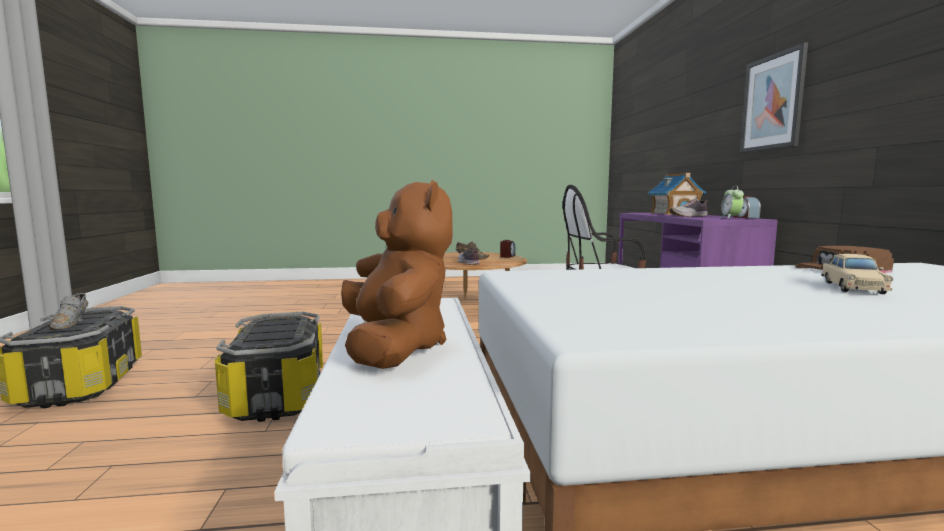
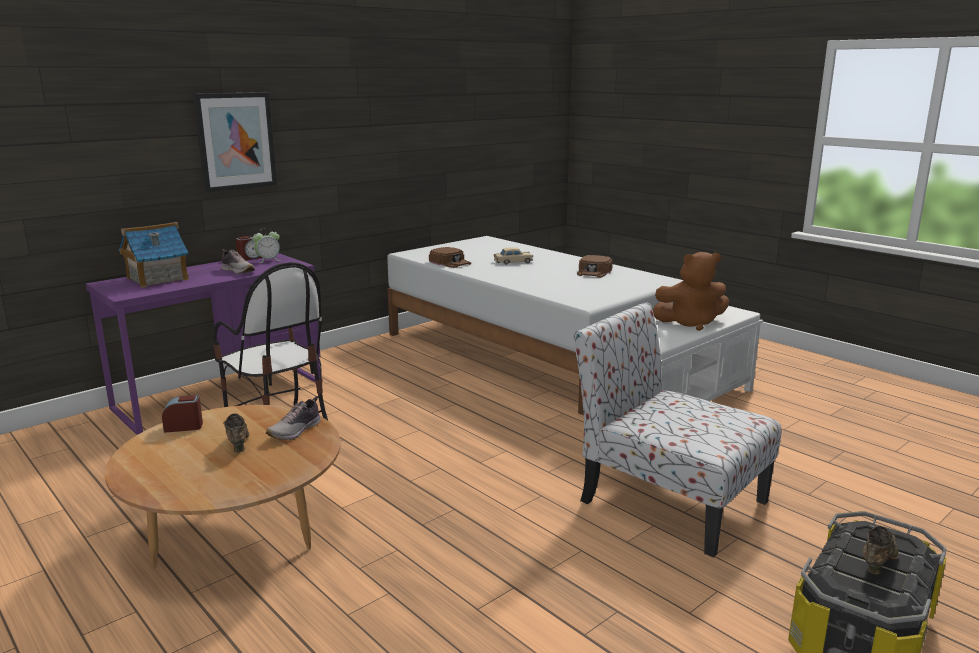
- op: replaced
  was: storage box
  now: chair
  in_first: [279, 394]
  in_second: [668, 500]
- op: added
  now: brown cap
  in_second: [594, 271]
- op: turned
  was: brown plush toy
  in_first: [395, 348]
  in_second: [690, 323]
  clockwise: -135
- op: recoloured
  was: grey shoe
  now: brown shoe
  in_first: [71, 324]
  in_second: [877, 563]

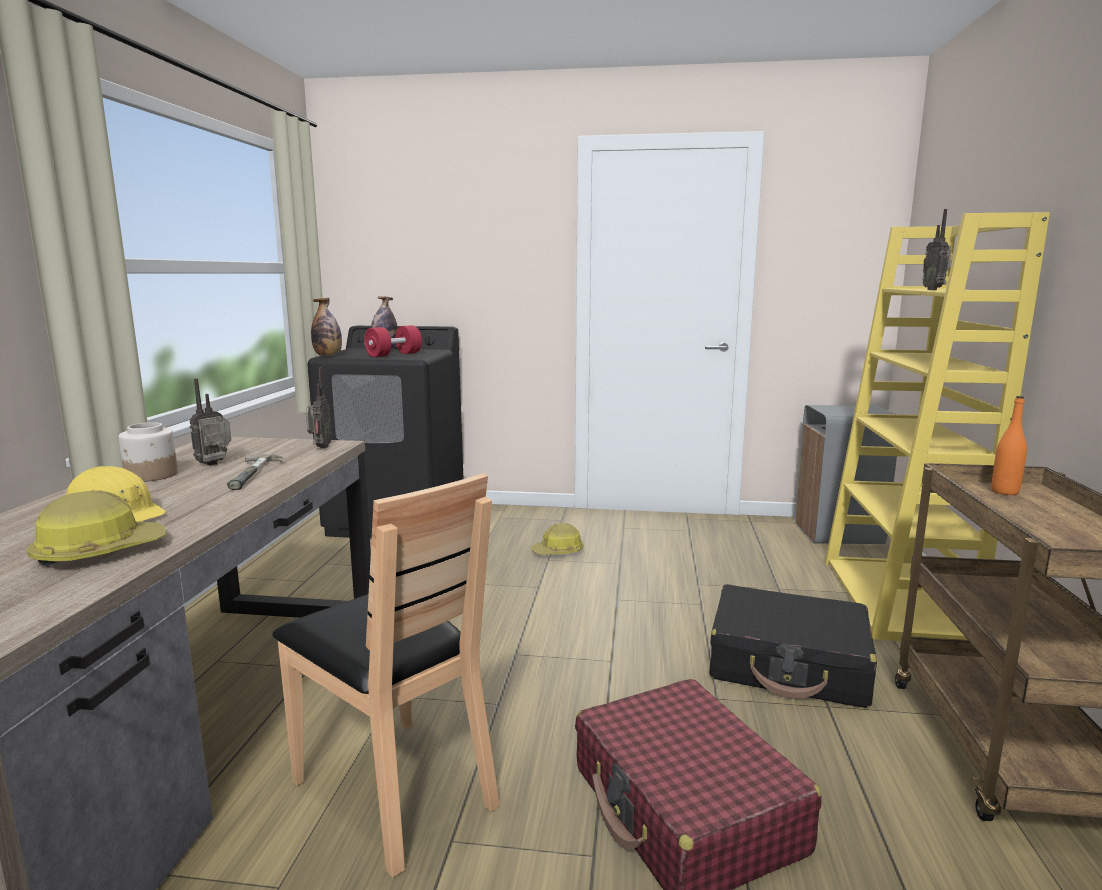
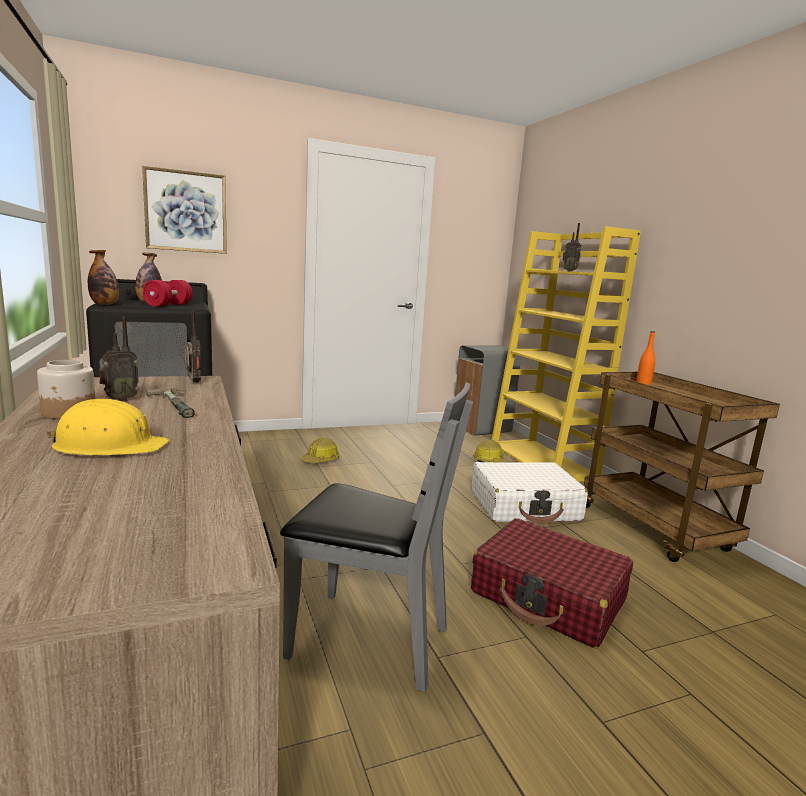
- op: turned
  was: radio
  in_first: [216, 464]
  in_second: [119, 400]
  clockwise: -135
- op: added
  now: picture
  in_second: [186, 211]
- op: recoloured
  was: brown chair
  now: grey chair
  in_first: [395, 790]
  in_second: [368, 639]
- op: recoloured
  was: black suitcase
  now: white suitcase
  in_first: [789, 665]
  in_second: [525, 506]
- op: moved
  was: hard hat
  in_first: [99, 552]
  in_second: [489, 460]

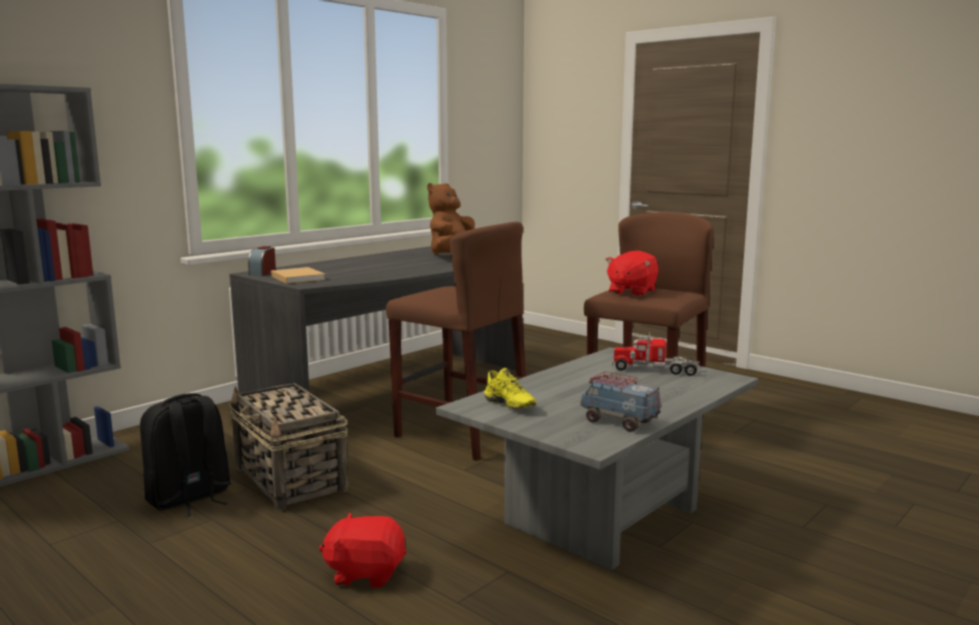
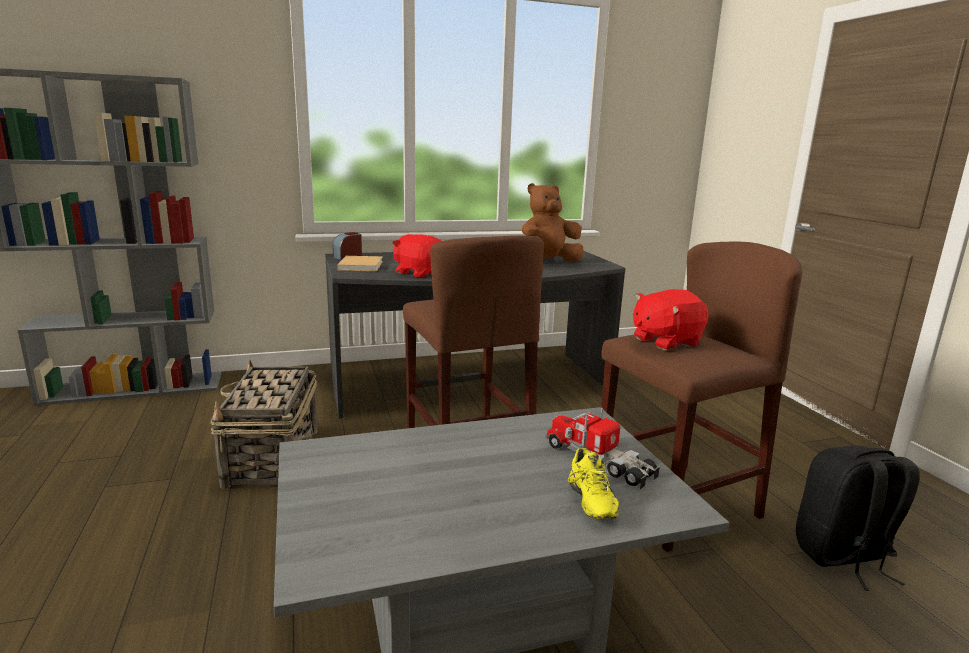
- op: moved
  was: red plush toy
  in_first: [365, 573]
  in_second: [419, 273]
- op: moved
  was: yellow shoe
  in_first: [507, 406]
  in_second: [588, 503]
- op: moved
  was: black backpack
  in_first: [189, 498]
  in_second: [843, 556]
- op: removed
  was: toy truck
  in_first: [618, 422]

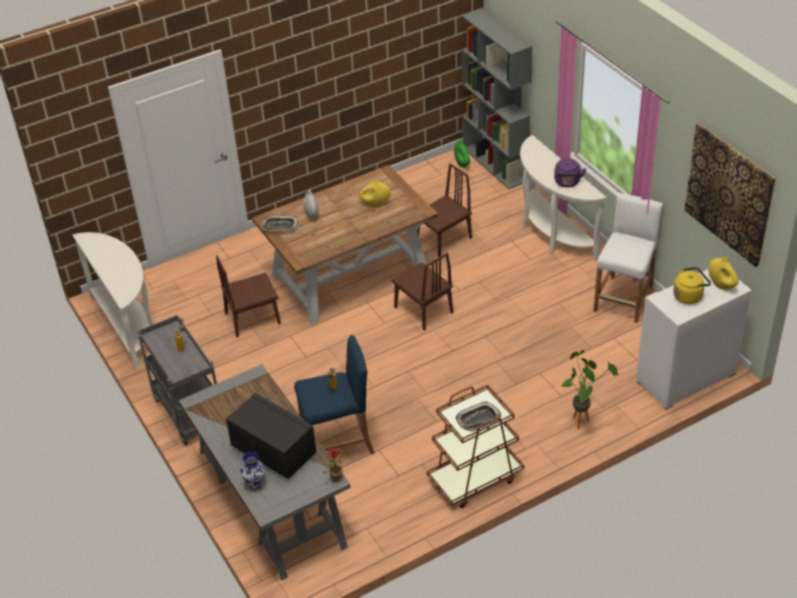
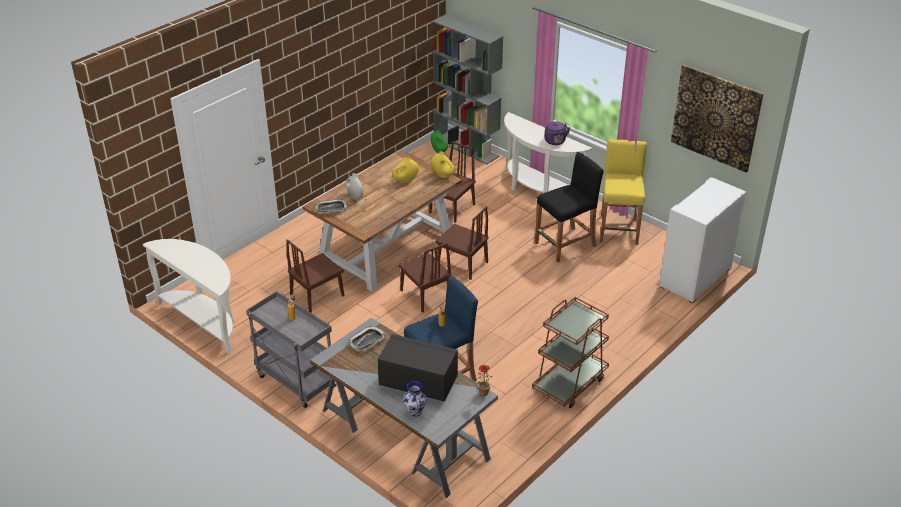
- op: moved
  was: tray
  in_first: [478, 419]
  in_second: [367, 341]
- op: added
  now: brown chair
  in_second: [425, 295]
- op: moved
  was: yellow vase
  in_first: [721, 285]
  in_second: [443, 175]
- op: added
  now: black stool
  in_second: [565, 245]
- op: recoloured
  was: white stool
  now: yellow stool
  in_first: [624, 299]
  in_second: [619, 229]
- op: removed
  was: potted plant
  in_first: [582, 419]
- op: removed
  was: yellow kettle
  in_first: [689, 296]

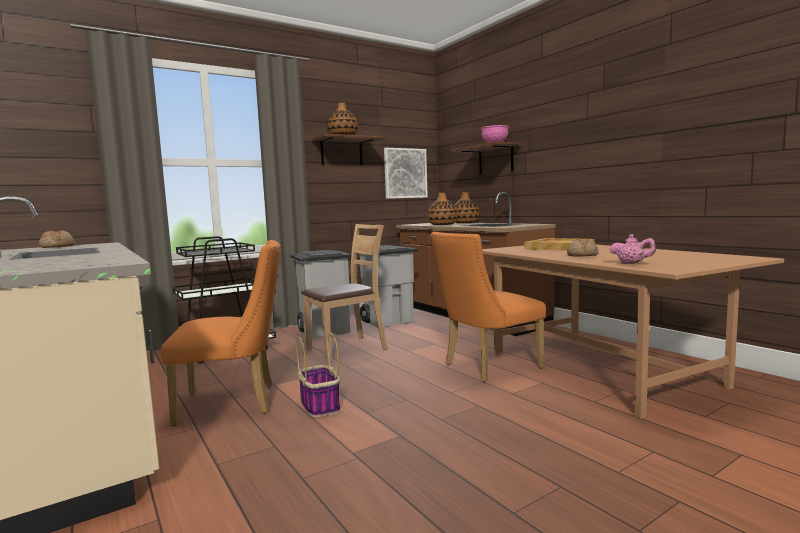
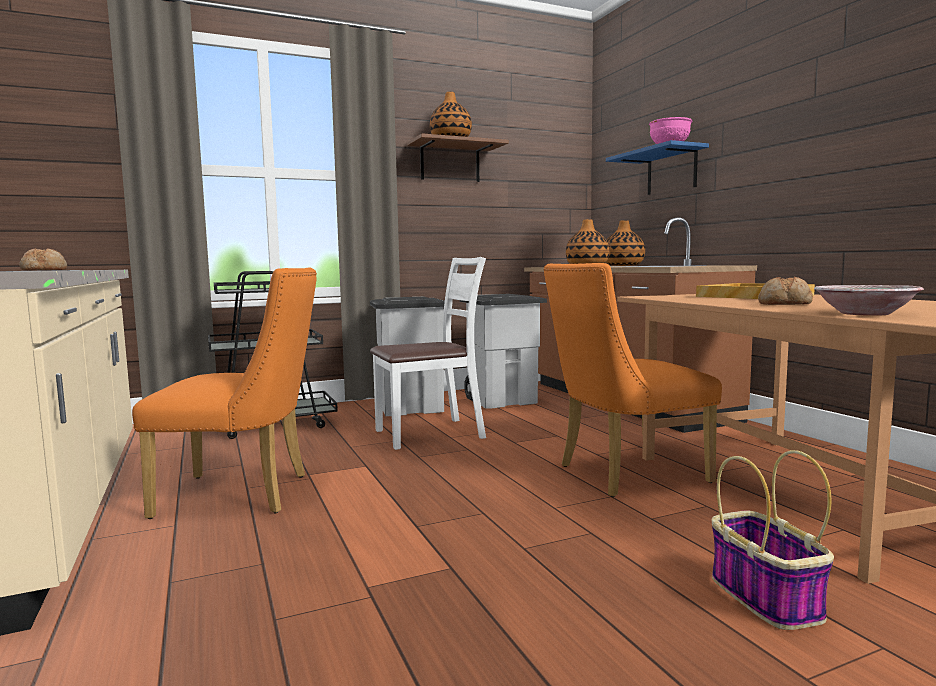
- op: recoloured
  was: brown chair
  now: white chair
  in_first: [347, 349]
  in_second: [430, 433]
- op: recoloured
  was: brown shelf
  now: blue shelf
  in_first: [496, 159]
  in_second: [671, 171]
- op: moved
  was: basket
  in_first: [319, 405]
  in_second: [763, 596]
- op: replaced
  was: pink teapot
  now: bowl
  in_first: [631, 263]
  in_second: [866, 313]
- op: removed
  was: picture
  in_first: [405, 173]

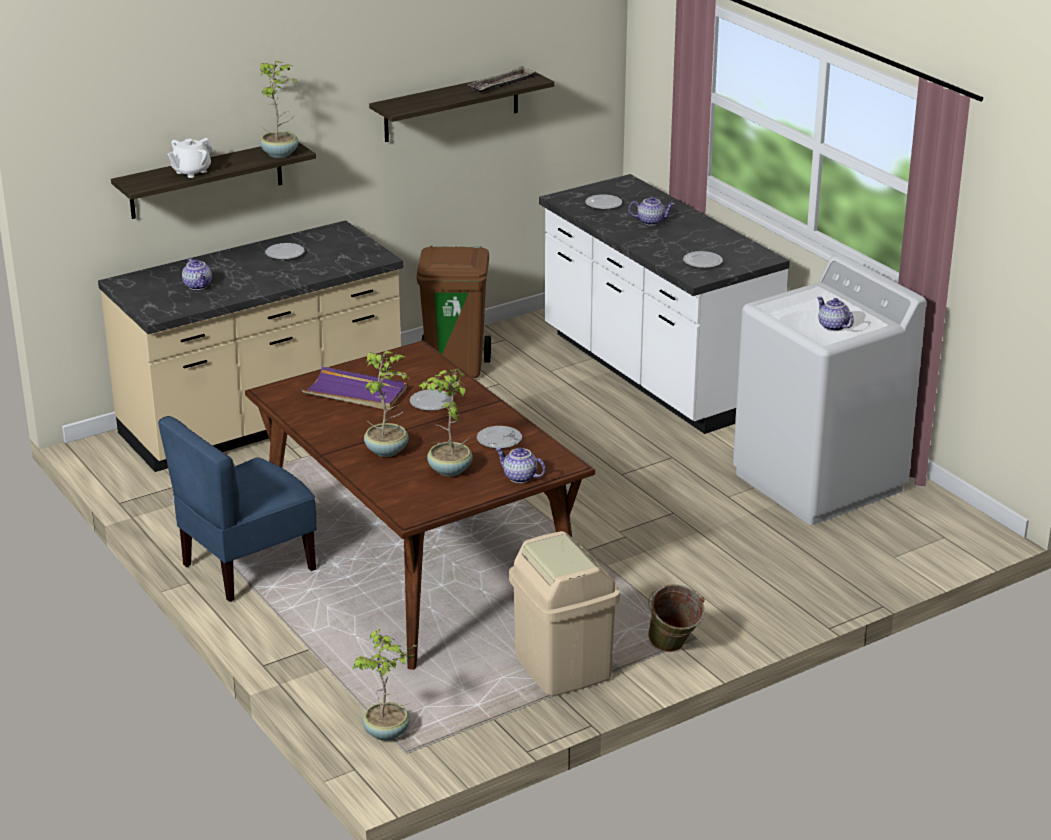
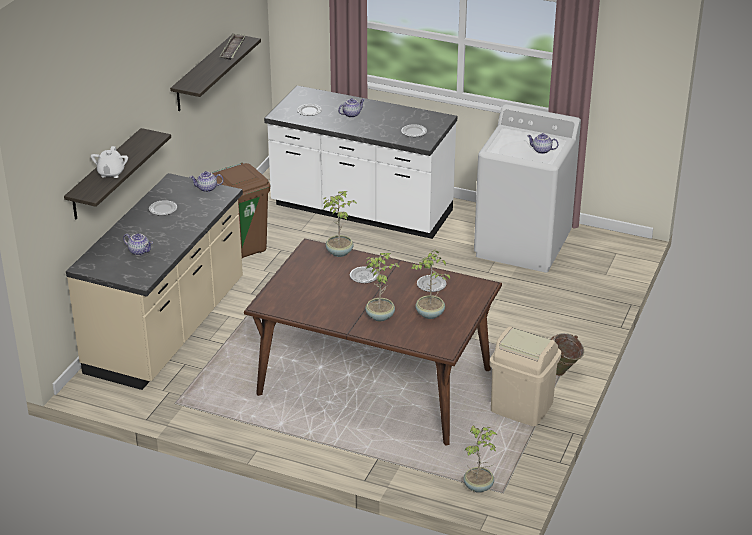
- op: moved
  was: teapot
  in_first: [519, 477]
  in_second: [207, 189]
- op: moved
  was: potted plant
  in_first: [281, 153]
  in_second: [340, 252]
- op: removed
  was: blue chair
  in_first: [247, 567]
- op: removed
  was: purple tray
  in_first: [355, 393]

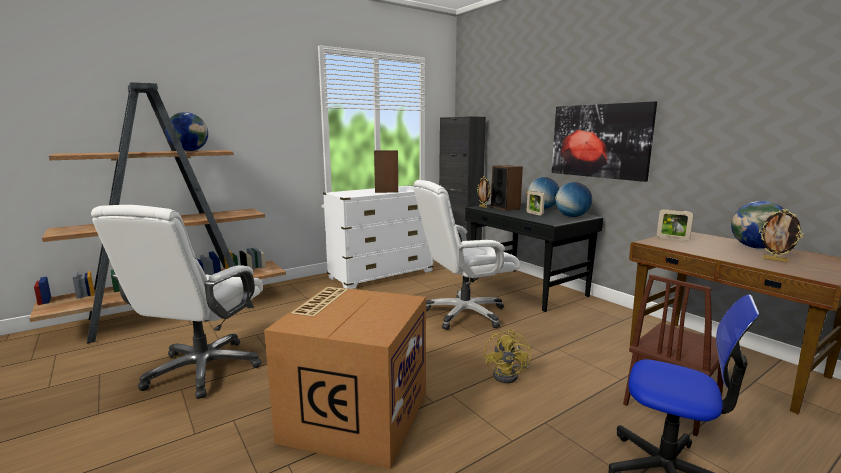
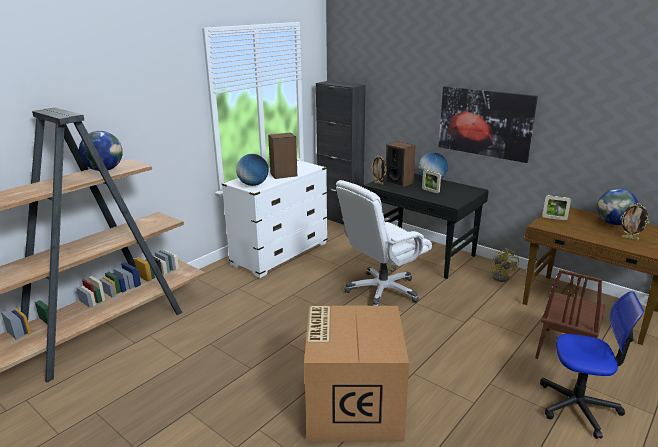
- op: moved
  was: globe
  in_first: [572, 216]
  in_second: [253, 185]
- op: moved
  was: yellow fan
  in_first: [509, 375]
  in_second: [502, 276]
- op: removed
  was: white office chair
  in_first: [203, 370]

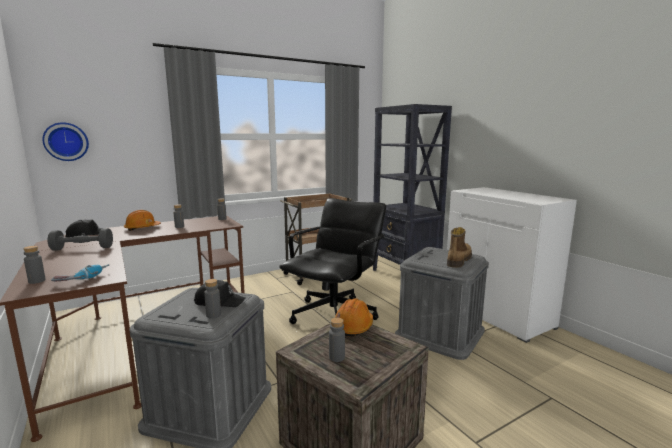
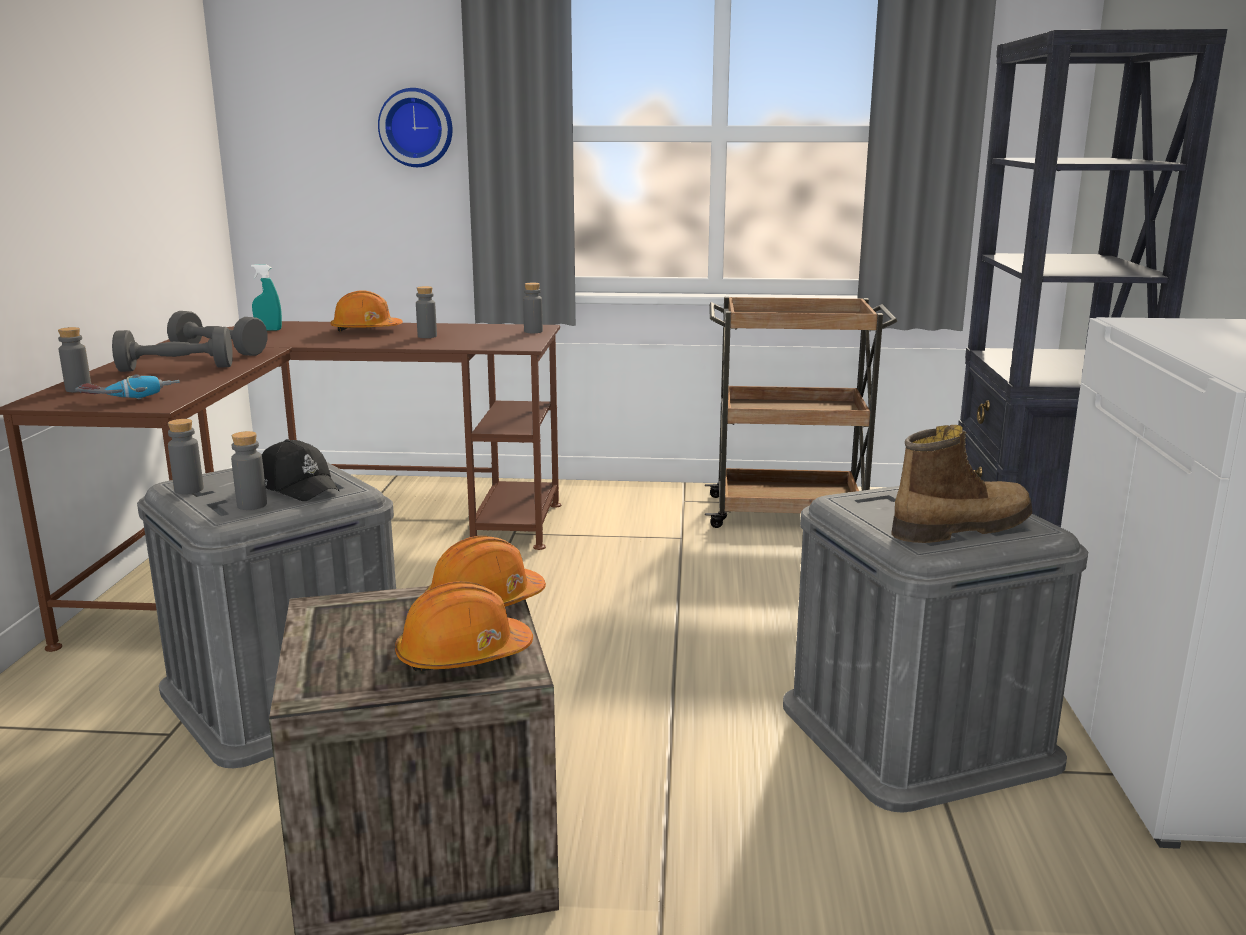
- op: added
  now: grey dumbbell
  in_second: [176, 369]
- op: moved
  was: grey bottle
  in_first: [336, 357]
  in_second: [189, 490]
- op: replaced
  was: black cap
  now: turquoise spray bottle
  in_first: [87, 235]
  in_second: [268, 330]
- op: moved
  was: wall clock
  in_first: [66, 141]
  in_second: [417, 127]
- op: added
  now: orange hard hat
  in_second: [463, 656]
- op: removed
  was: black office chair
  in_first: [335, 315]

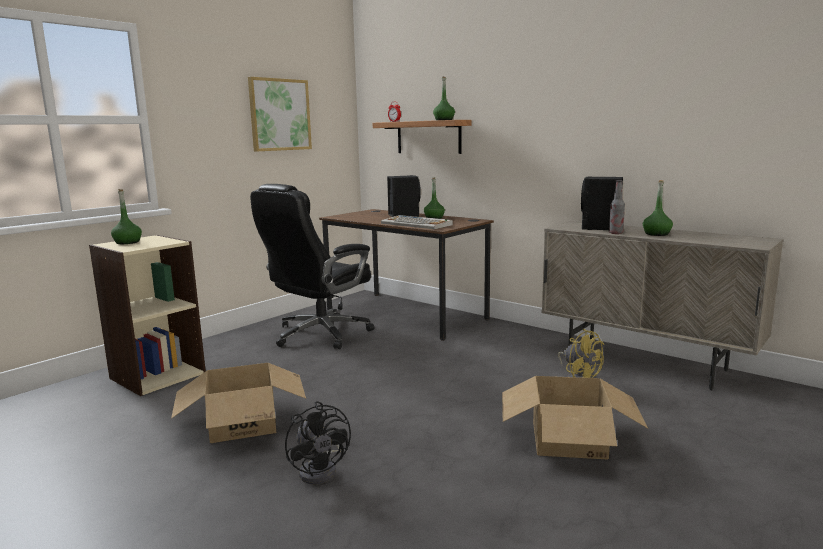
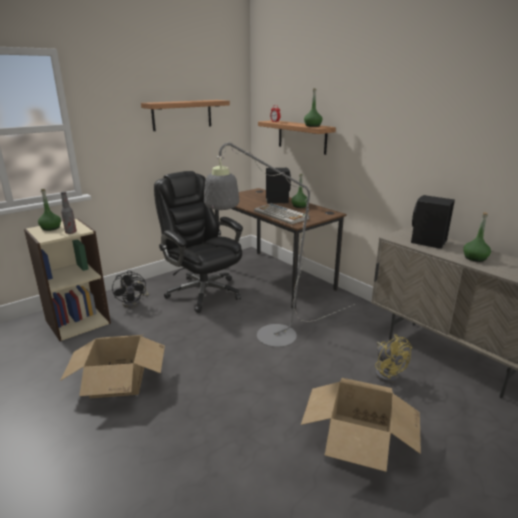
- op: moved
  was: bottle
  in_first: [615, 233]
  in_second: [71, 232]
- op: moved
  was: black fan
  in_first: [321, 470]
  in_second: [134, 302]
- op: replaced
  was: picture
  now: shelf
  in_first: [279, 115]
  in_second: [182, 115]
- op: turned
  was: black office chair
  in_first: [319, 334]
  in_second: [203, 292]
  clockwise: 90
- op: added
  now: grey floor lamp
  in_second: [267, 339]

